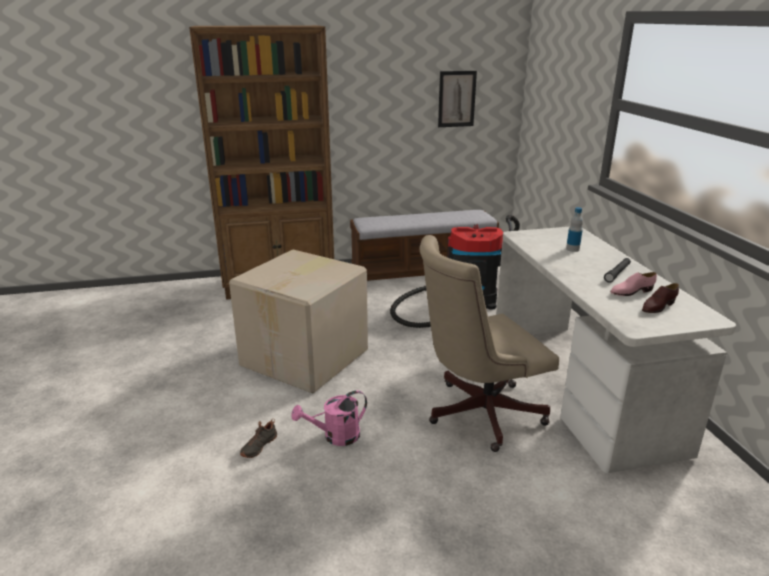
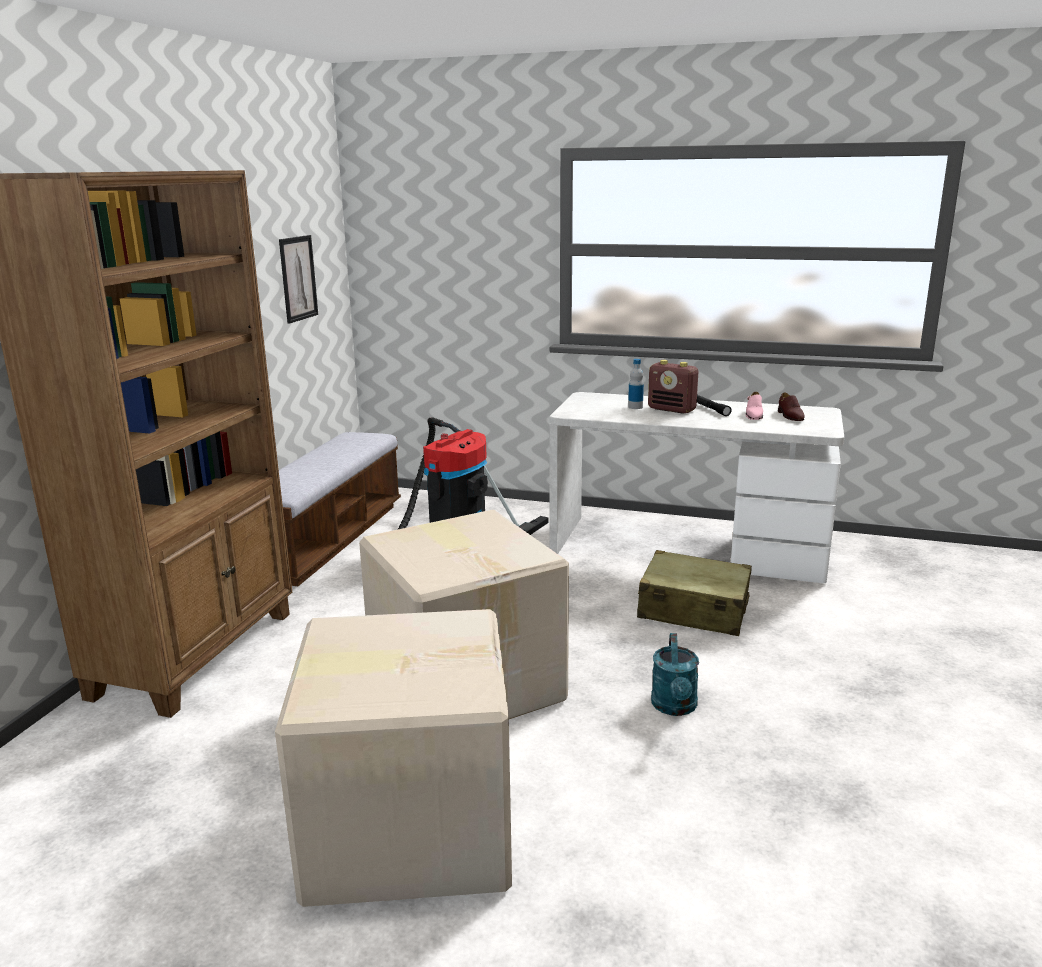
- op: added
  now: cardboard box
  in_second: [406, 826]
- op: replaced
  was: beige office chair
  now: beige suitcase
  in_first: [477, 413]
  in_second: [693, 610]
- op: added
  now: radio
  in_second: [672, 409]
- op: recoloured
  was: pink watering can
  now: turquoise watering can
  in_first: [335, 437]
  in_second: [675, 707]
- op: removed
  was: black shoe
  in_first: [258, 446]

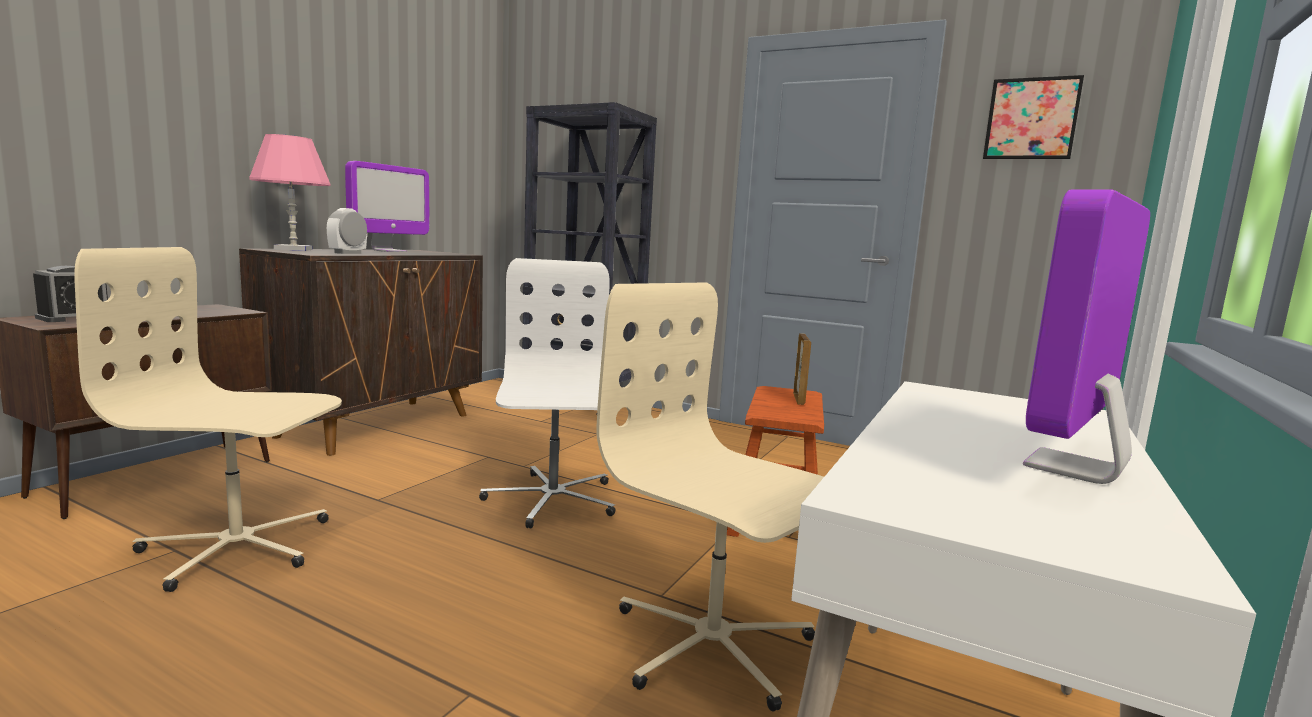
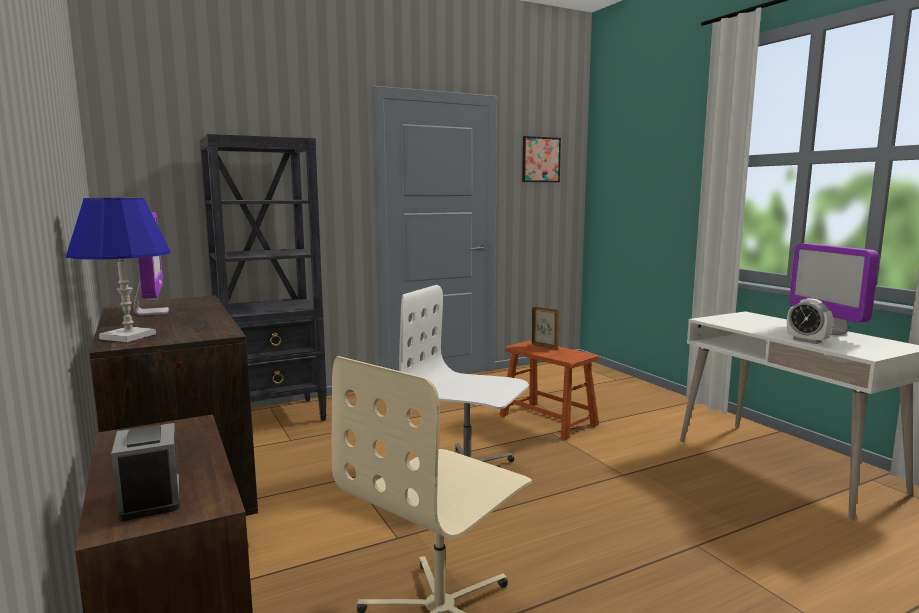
- op: recoloured
  was: pink table lamp
  now: blue table lamp
  in_first: [293, 249]
  in_second: [129, 336]
- op: moved
  was: alarm clock
  in_first: [348, 253]
  in_second: [807, 341]
- op: removed
  was: beige office chair
  in_first: [711, 644]

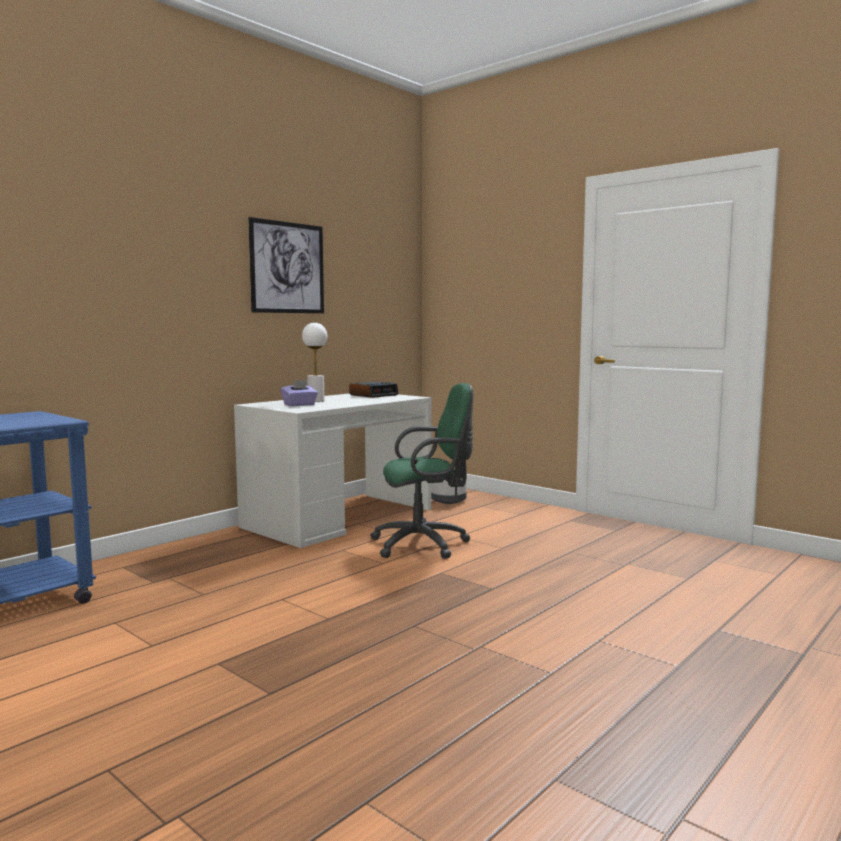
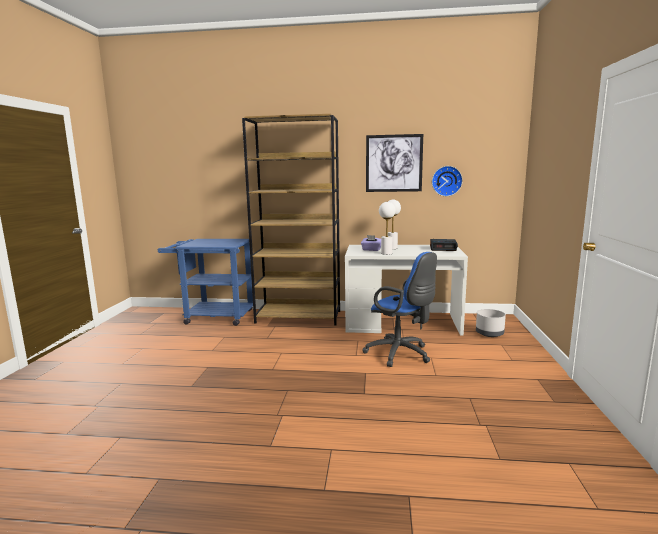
- op: added
  now: brown bookcase
  in_second: [299, 317]
- op: recoloured
  was: green office chair
  now: blue office chair
  in_first: [425, 544]
  in_second: [401, 354]
- op: added
  now: white table lamp
  in_second: [386, 253]
- op: added
  now: wall clock
  in_second: [446, 181]

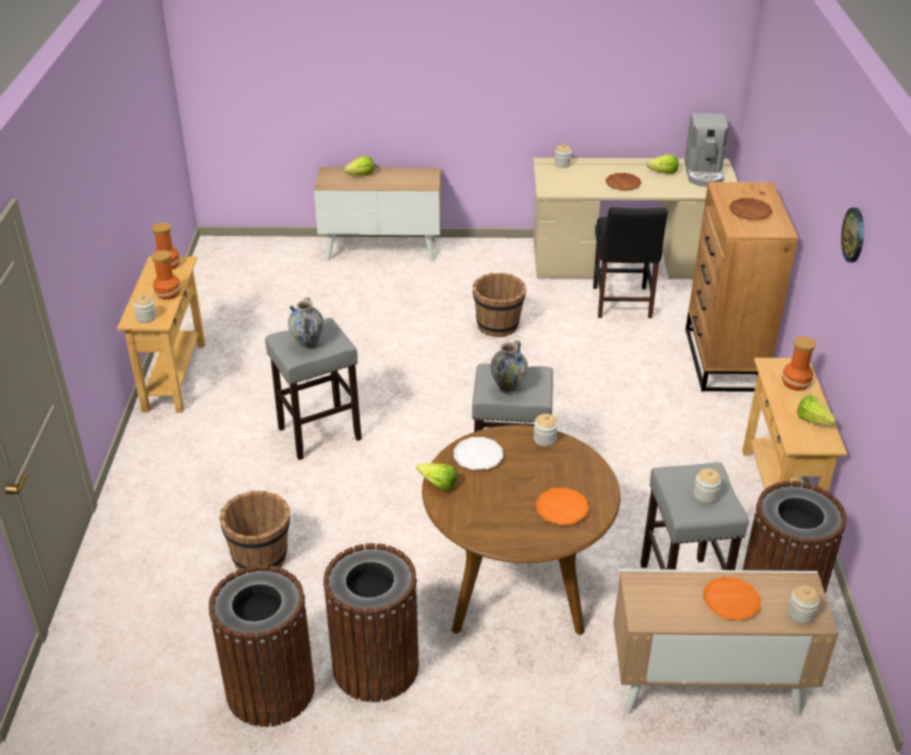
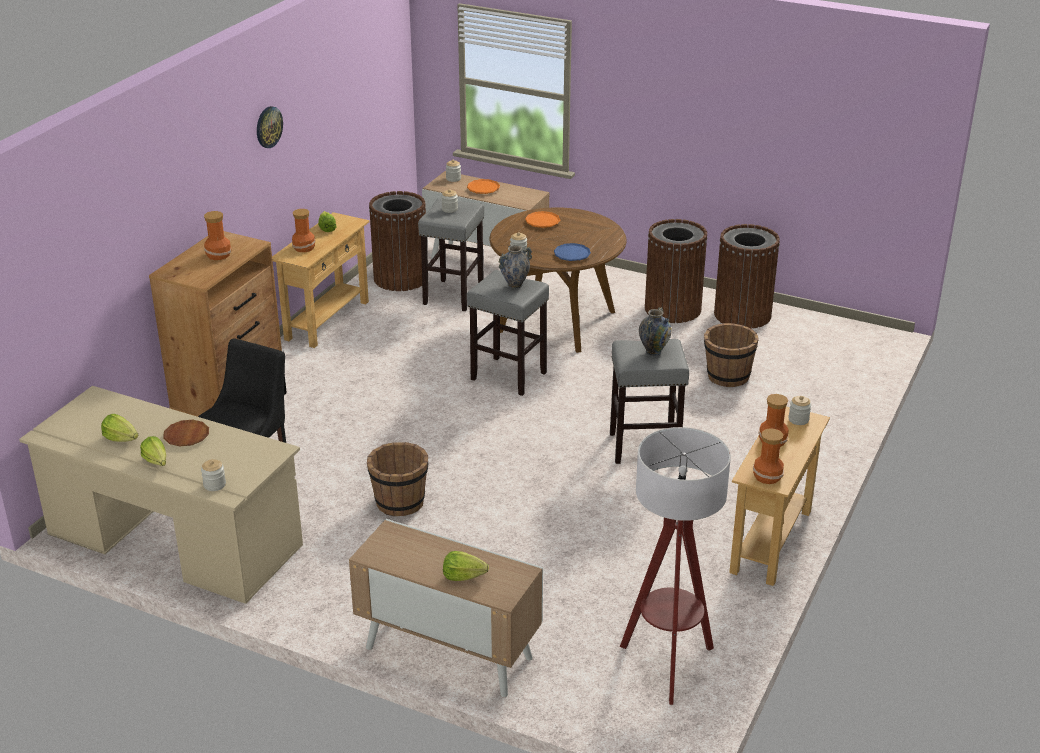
- op: moved
  was: lettuce
  in_first: [435, 483]
  in_second: [157, 463]
- op: replaced
  was: brown plate
  now: vase
  in_first: [750, 212]
  in_second: [218, 255]
- op: recoloured
  was: white plate
  now: blue plate
  in_first: [478, 456]
  in_second: [572, 255]
- op: added
  now: floor lamp
  in_second: [668, 665]
- op: removed
  was: coffee machine
  in_first: [703, 173]

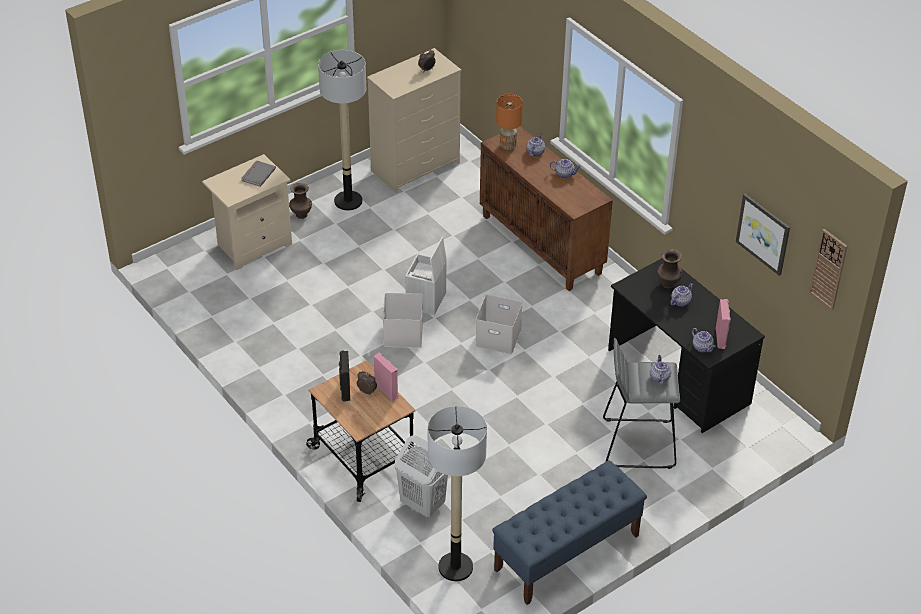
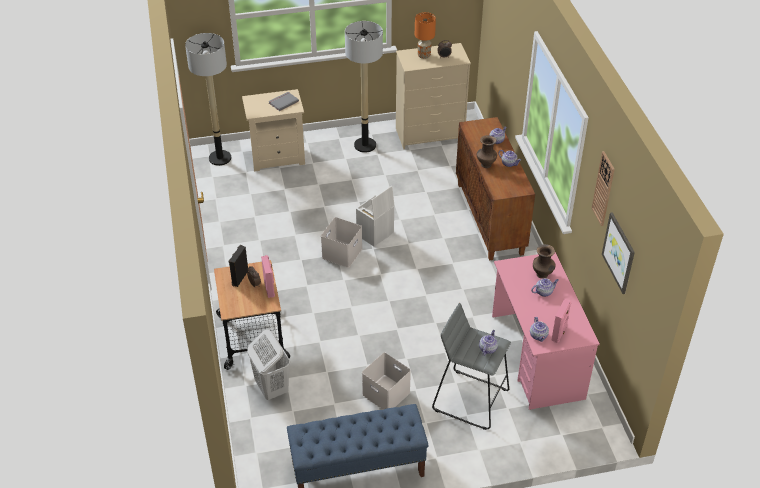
- op: moved
  was: floor lamp
  in_first: [456, 567]
  in_second: [220, 158]
- op: moved
  was: white storage box
  in_first: [499, 337]
  in_second: [387, 393]
- op: moved
  was: orange table lamp
  in_first: [508, 146]
  in_second: [424, 56]
- op: moved
  was: brown vase
  in_first: [301, 215]
  in_second: [485, 164]
- op: recoloured
  was: black desk
  now: pink desk
  in_first: [678, 377]
  in_second: [536, 357]
- op: moved
  was: wall clock
  in_first: [829, 269]
  in_second: [603, 189]

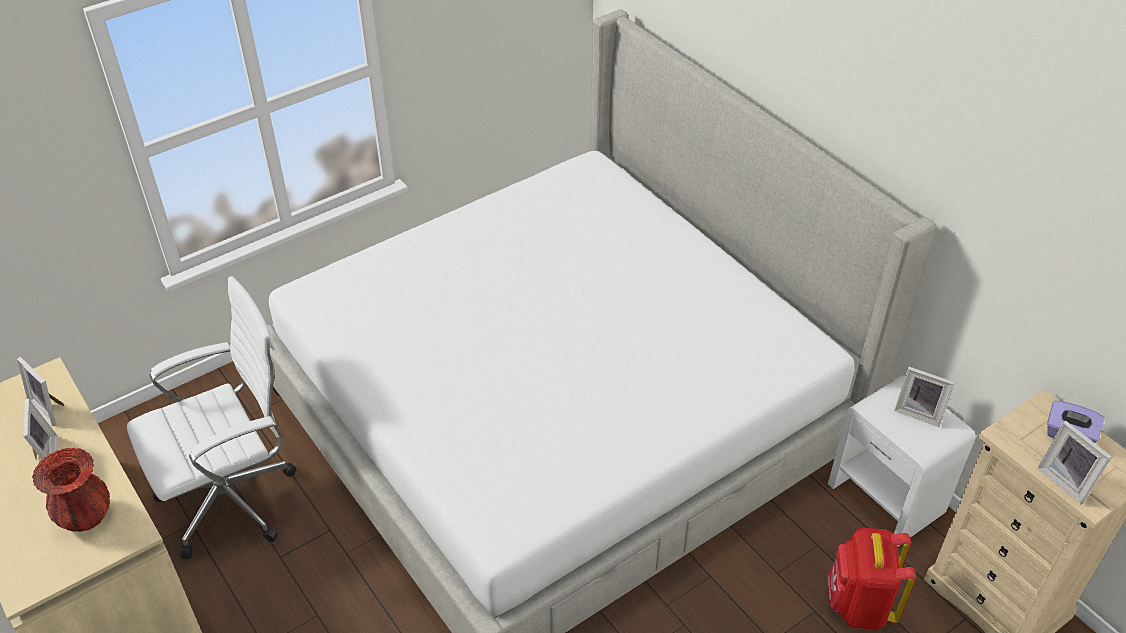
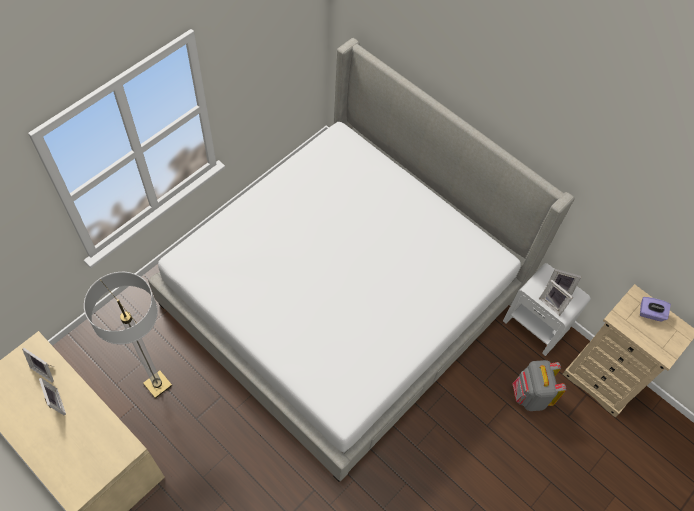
- op: replaced
  was: white office chair
  now: floor lamp
  in_first: [235, 499]
  in_second: [158, 384]
- op: recoloured
  was: red backpack
  now: grey backpack
  in_first: [859, 605]
  in_second: [530, 395]
- op: moved
  was: picture frame
  in_first: [1066, 481]
  in_second: [552, 303]
- op: removed
  was: red vase
  in_first: [86, 516]

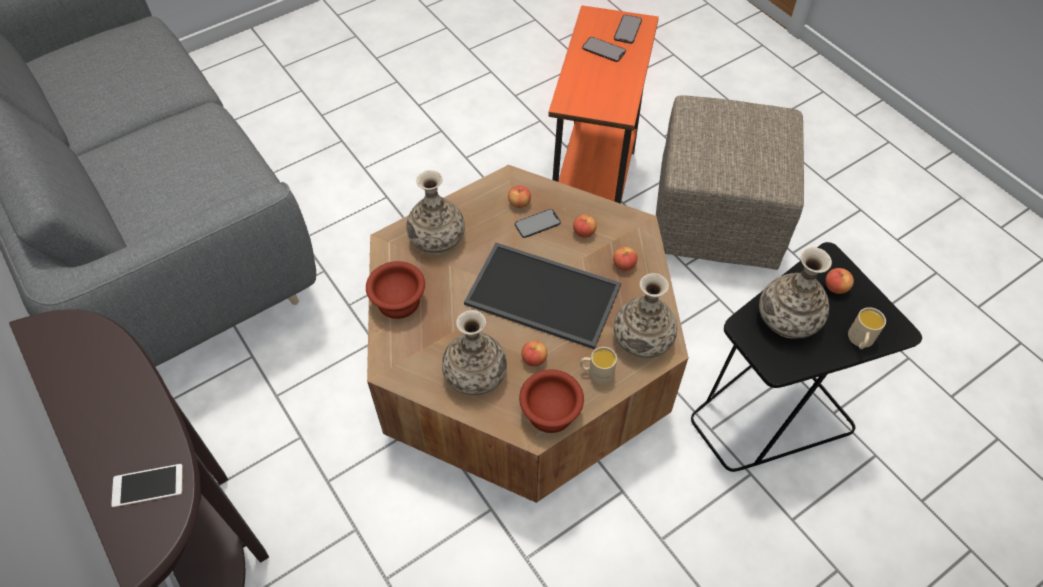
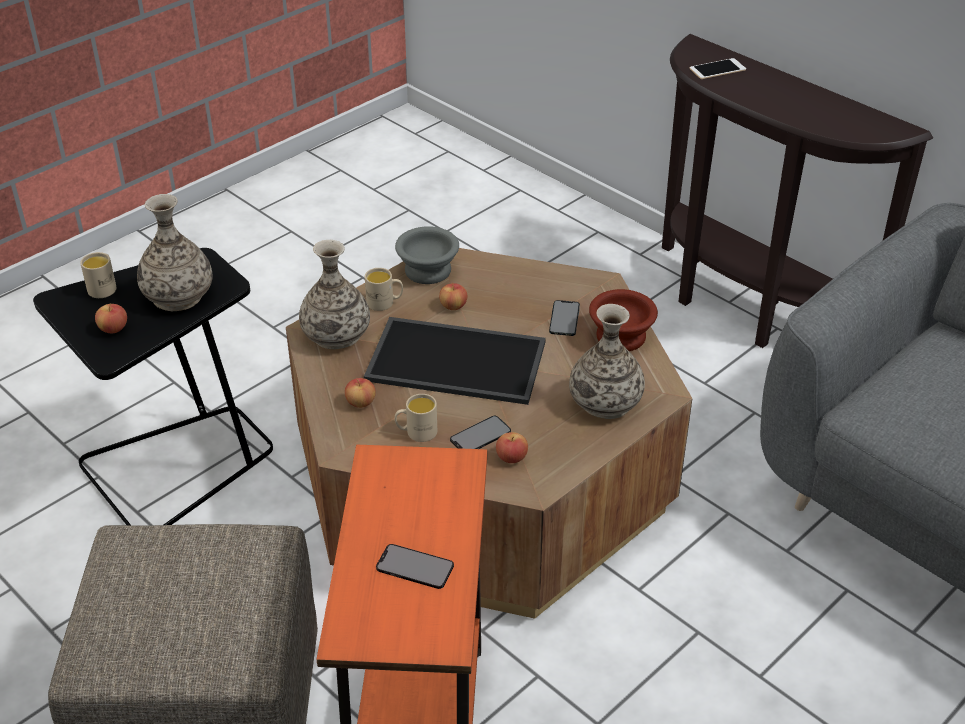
- op: recoloured
  was: brown bowl
  now: grey bowl
  in_first: [548, 412]
  in_second: [430, 271]
- op: replaced
  was: apple
  now: beige mug
  in_first: [584, 232]
  in_second: [416, 432]
- op: moved
  was: phone
  in_first: [627, 29]
  in_second: [564, 318]
- op: removed
  was: vase
  in_first: [475, 374]

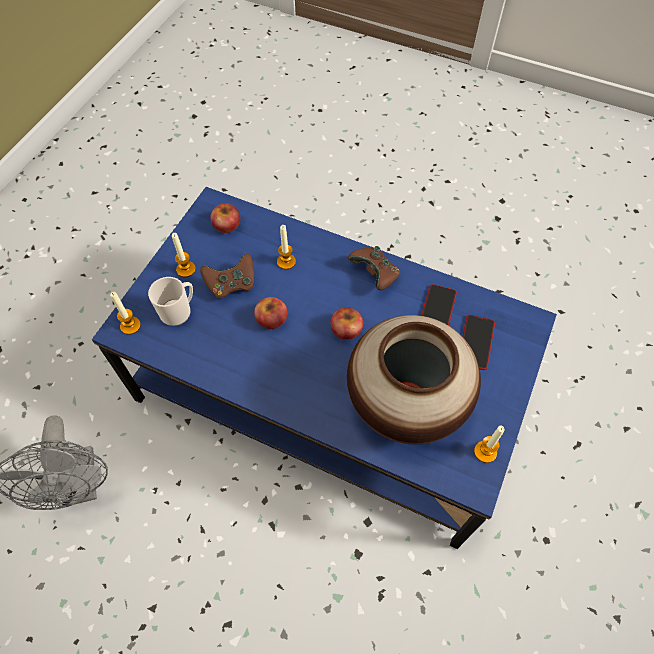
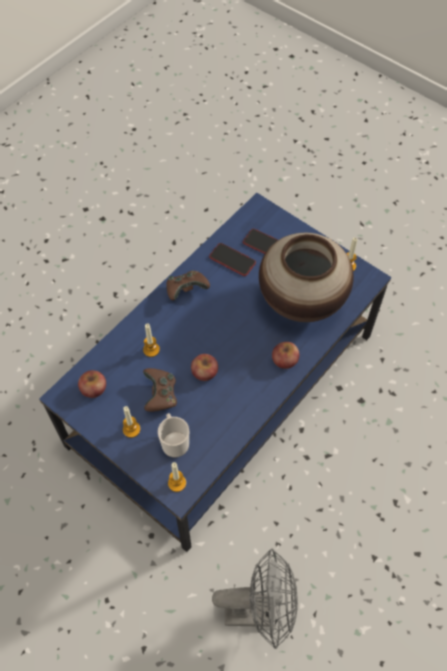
- op: moved
  was: apple
  in_first: [346, 329]
  in_second: [284, 359]

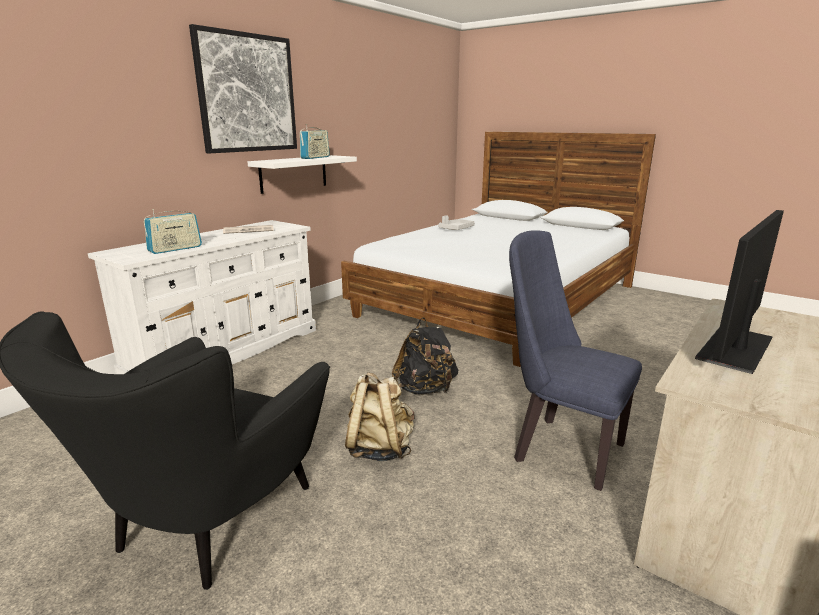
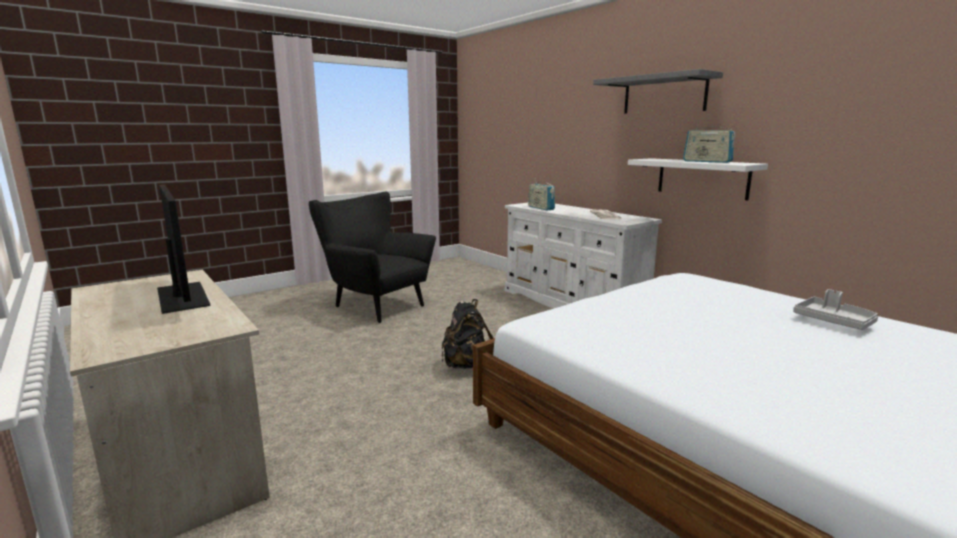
- op: replaced
  was: picture
  now: grey shelf
  in_first: [247, 93]
  in_second: [664, 94]
- op: removed
  was: beige backpack
  in_first: [379, 449]
- op: removed
  was: blue chair
  in_first: [559, 448]

